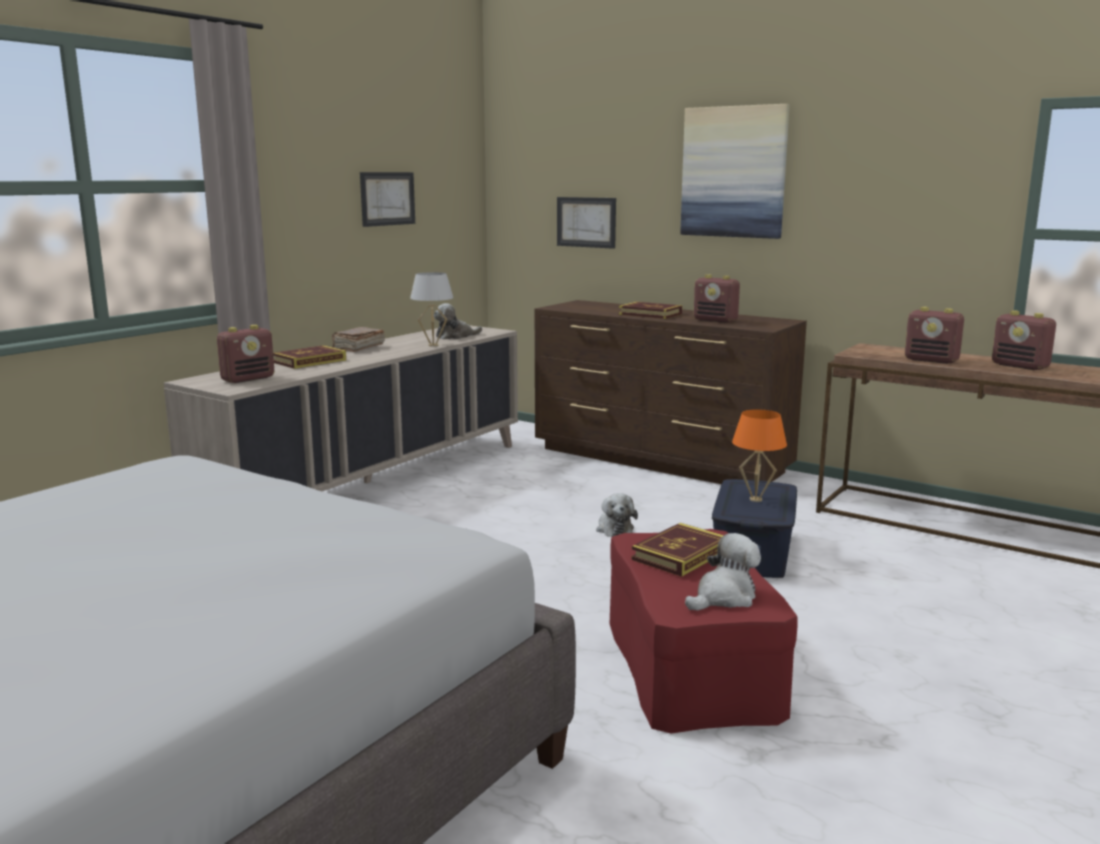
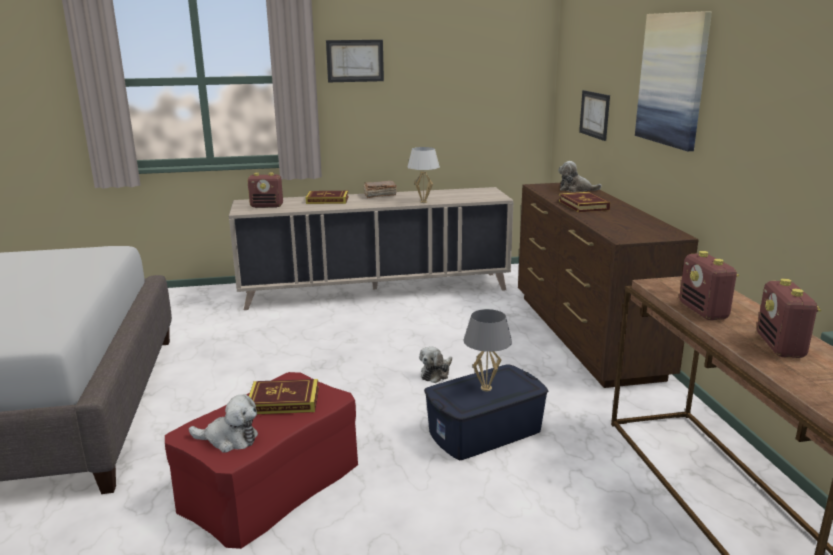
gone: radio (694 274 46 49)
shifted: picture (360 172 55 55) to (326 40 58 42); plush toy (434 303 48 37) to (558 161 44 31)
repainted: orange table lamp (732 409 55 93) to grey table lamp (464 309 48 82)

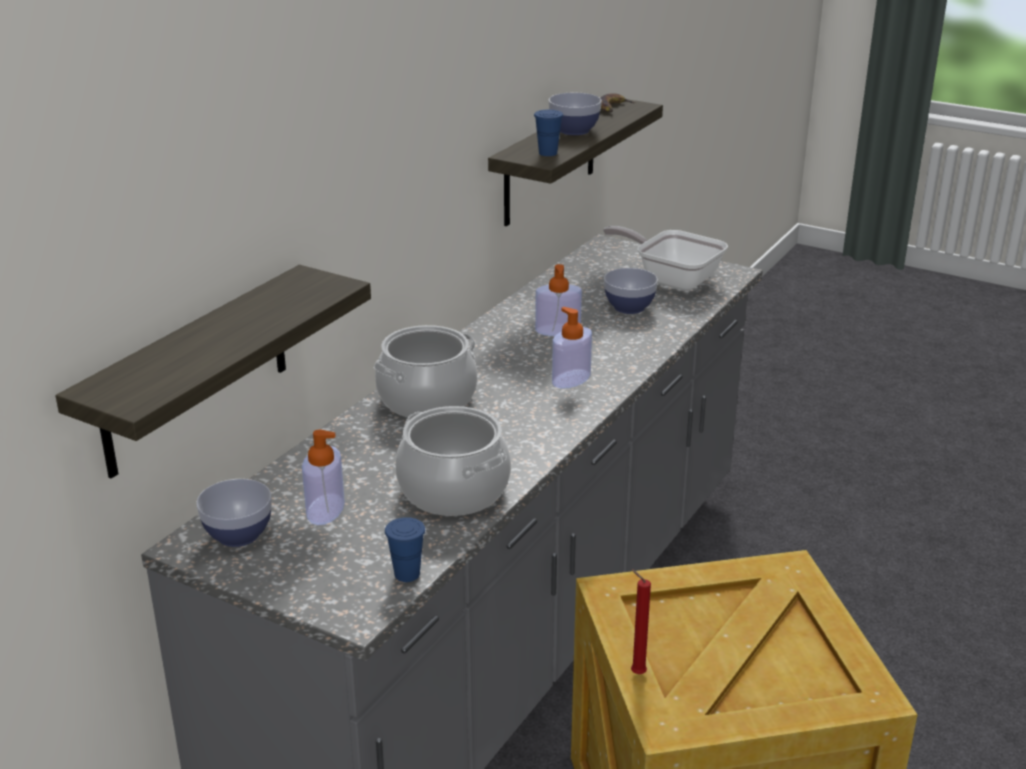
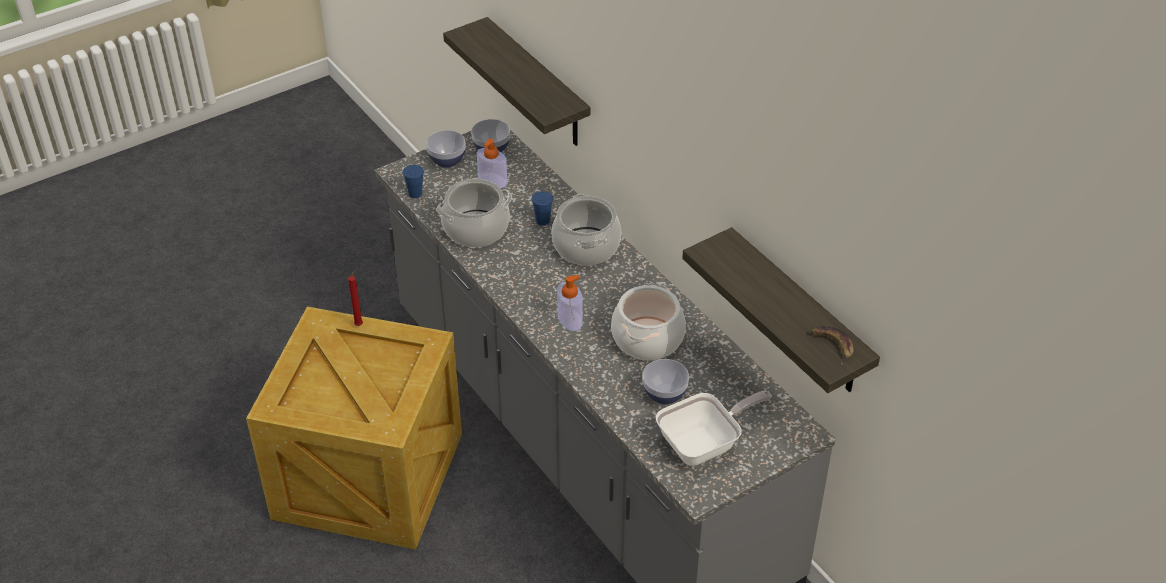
shifted: blue cup (534 110 29 46) to (532 191 21 35); bowl (549 93 53 42) to (426 130 39 38)
swapped: soap dispenser (535 264 47 72) to cooking pot (611 285 75 75)

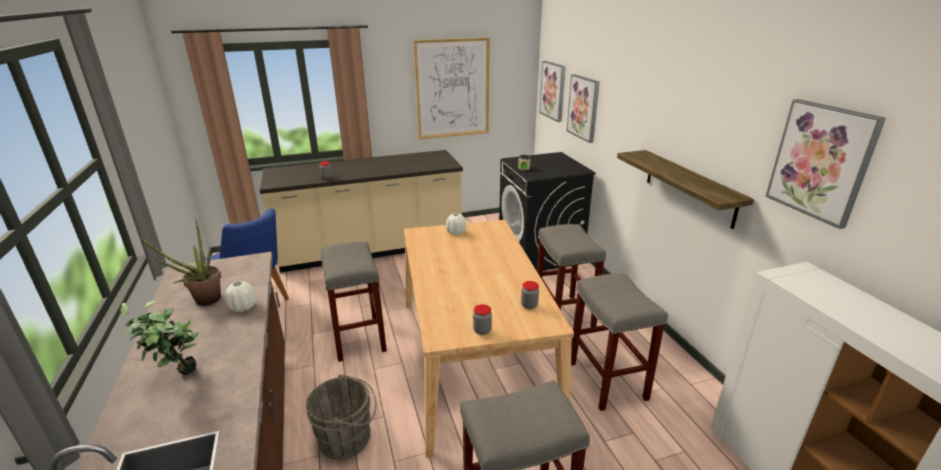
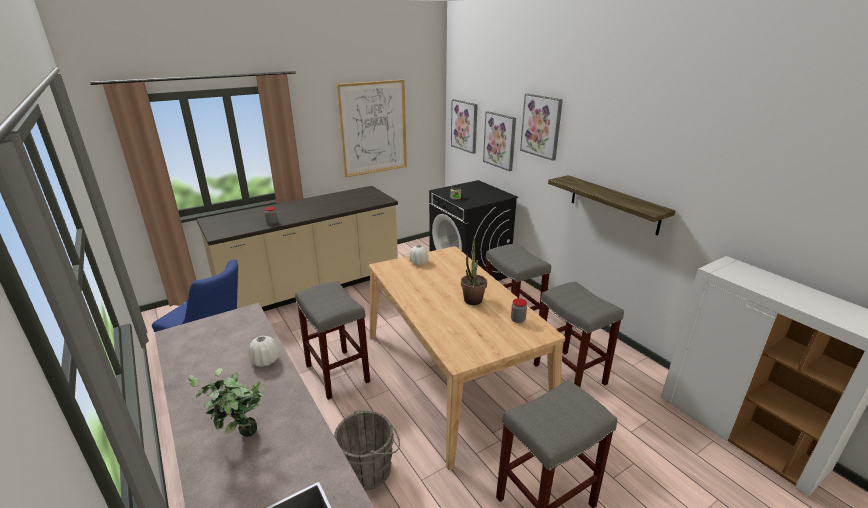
gone: jar (473 304 19 31)
shifted: potted plant (139 218 82 88) to (461 237 26 68); picture (766 99 120 130) to (520 94 43 67)

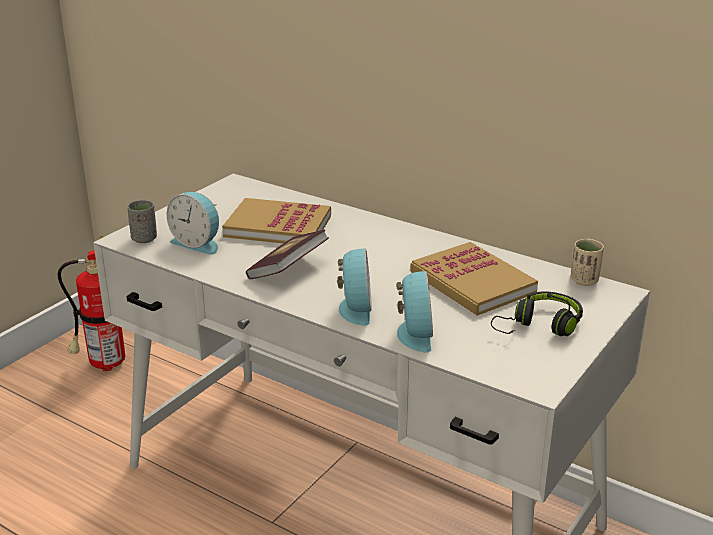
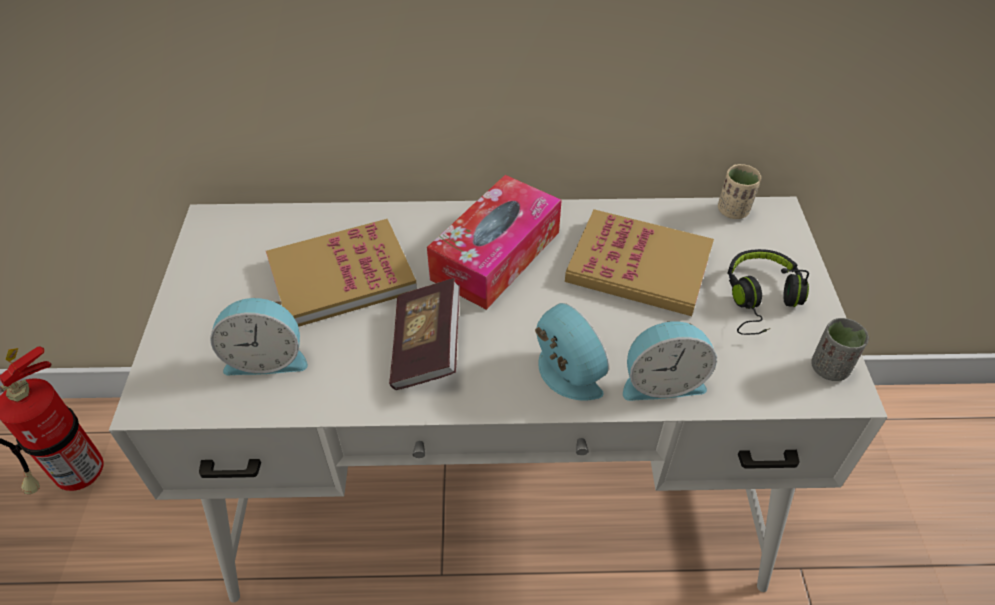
new: tissue box (427 175 135 135)
shifted: grey cup (127 200 30 43) to (811 318 58 63)
rotated: alarm clock (396 271 37 81) = (623 321 94 80) 120 degrees clockwise

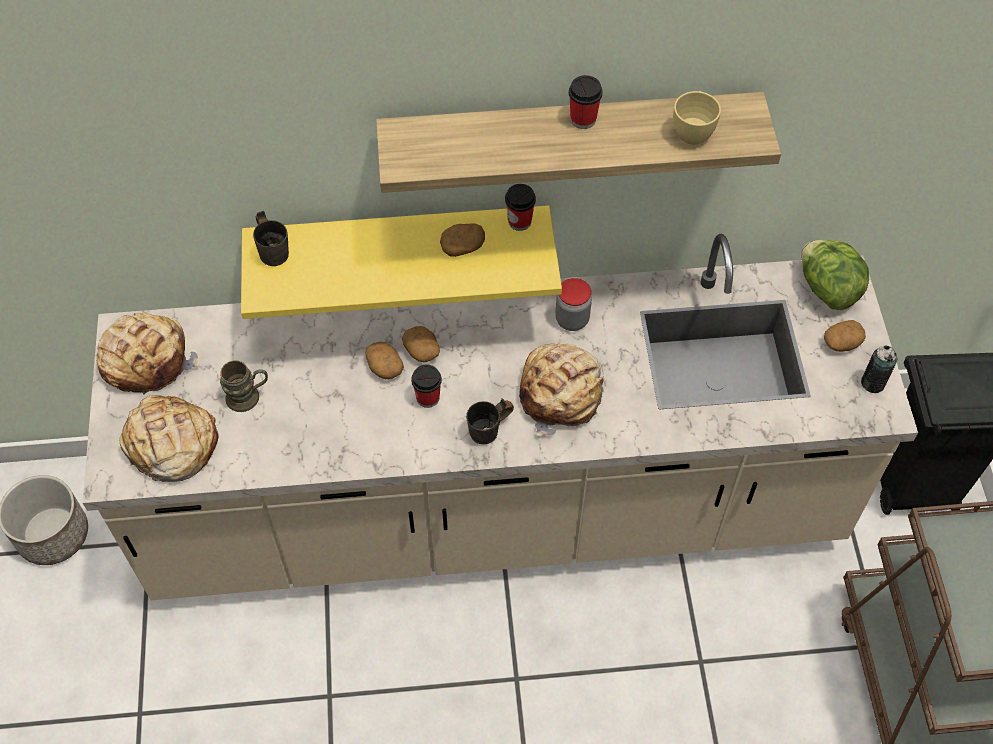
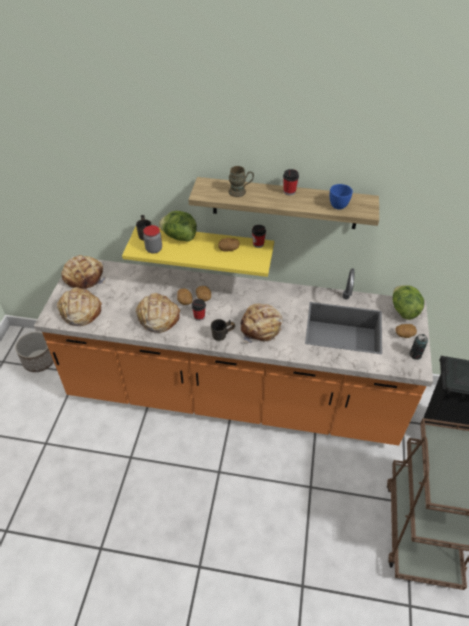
new: bread (136 293 44 40); lettuce (159 211 38 31)
shifted: brown mug (220 360 48 52) to (228 166 26 31); jar (555 278 37 53) to (143 225 19 29)
repainted: beige counter (83 234 835 366) to orange counter (34 257 399 189); yellow cup (673 91 48 54) to blue cup (330 184 23 26)

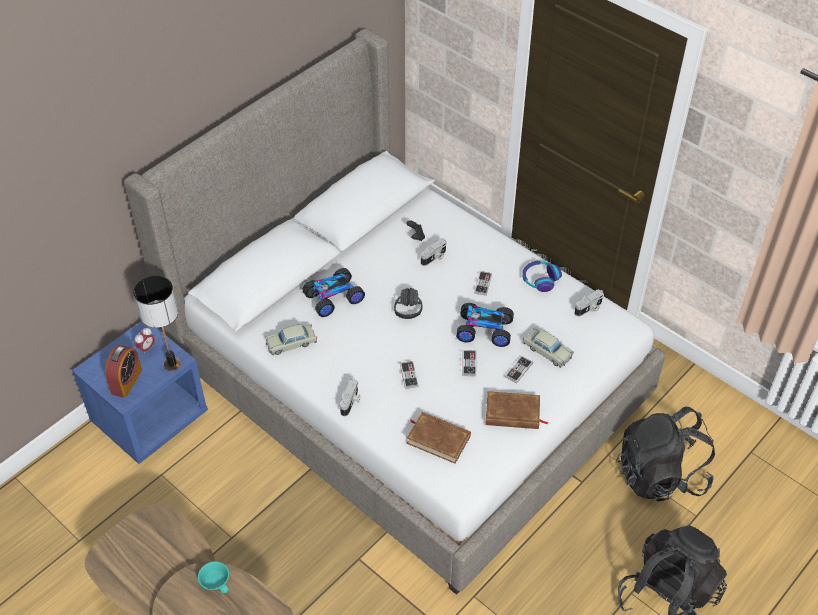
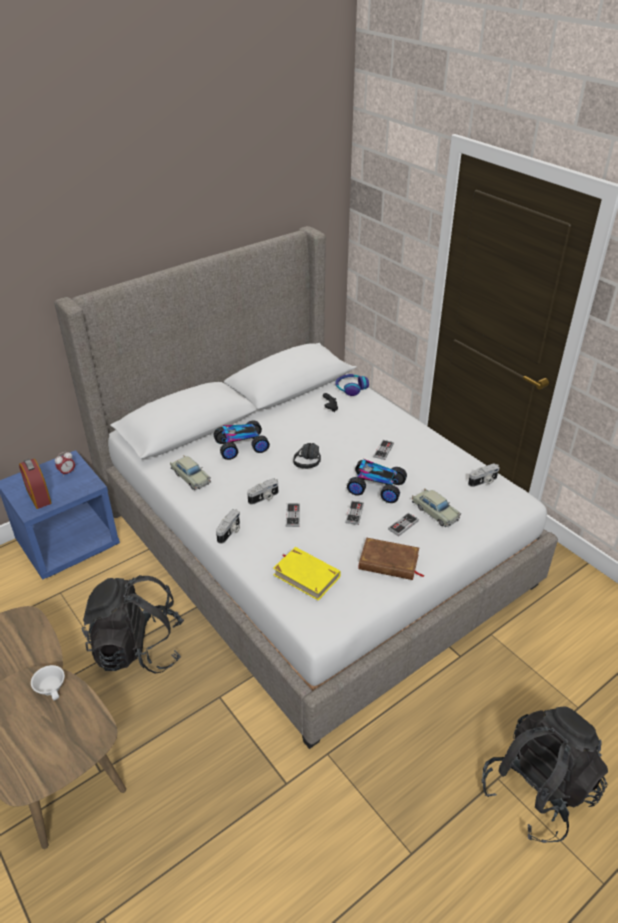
gone: table lamp (133 275 47 96)
shifted: photo camera (421 238 26 28) to (247 478 31 27); headphones (522 261 40 31) to (336 374 33 22); black backpack (616 407 99 94) to (82 575 102 98)
repainted: turquoise cup (198 561 31 33) to white cup (31 665 34 36); brown book (407 412 64 52) to yellow book (273 547 68 53)
rotated: alarm clock (105 345 37 53) = (19 459 33 50) 120 degrees clockwise; beige toy car (265 324 52 31) = (170 456 41 34) 120 degrees counterclockwise

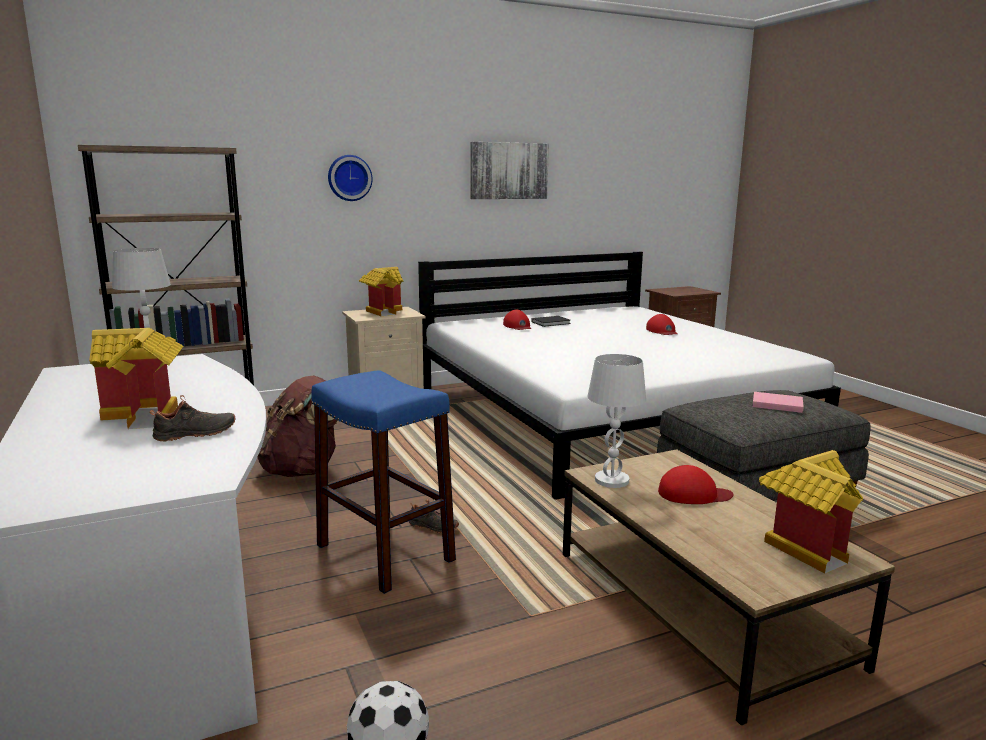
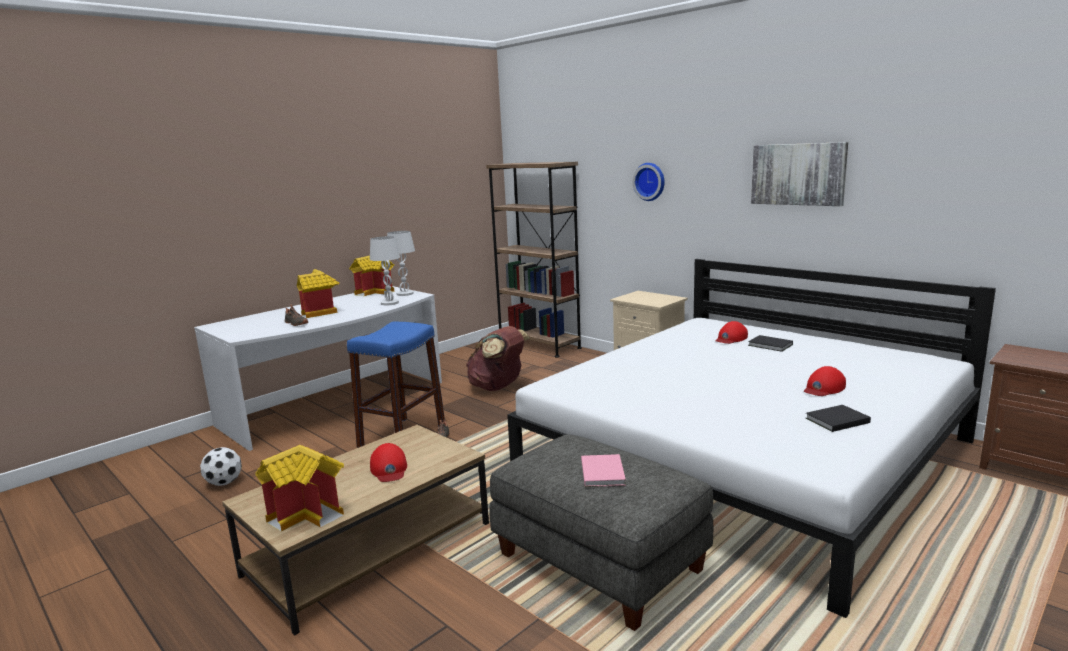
new: black book (806 405 65 27)
shifted: toy house (359 267 44 49) to (349 256 45 40); white table lamp (587 354 59 134) to (370 236 30 69)

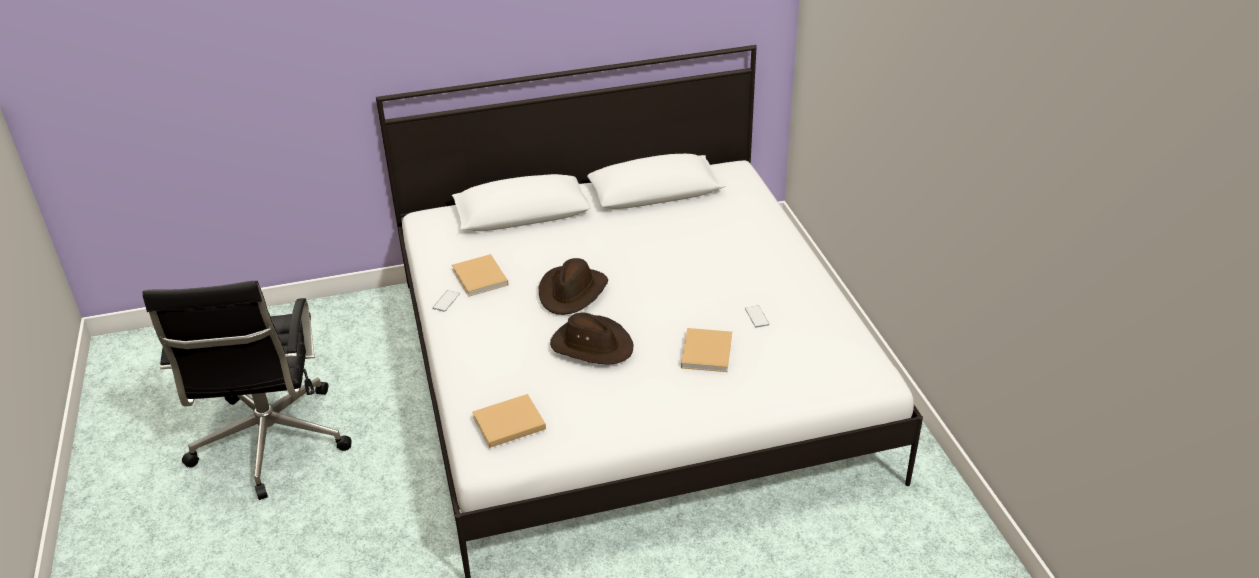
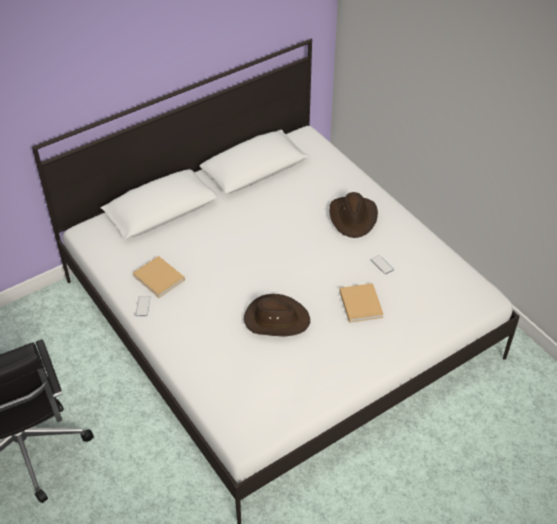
gone: beige book (472 394 74 54)
shifted: brown hat (539 258 69 57) to (329 192 49 46)

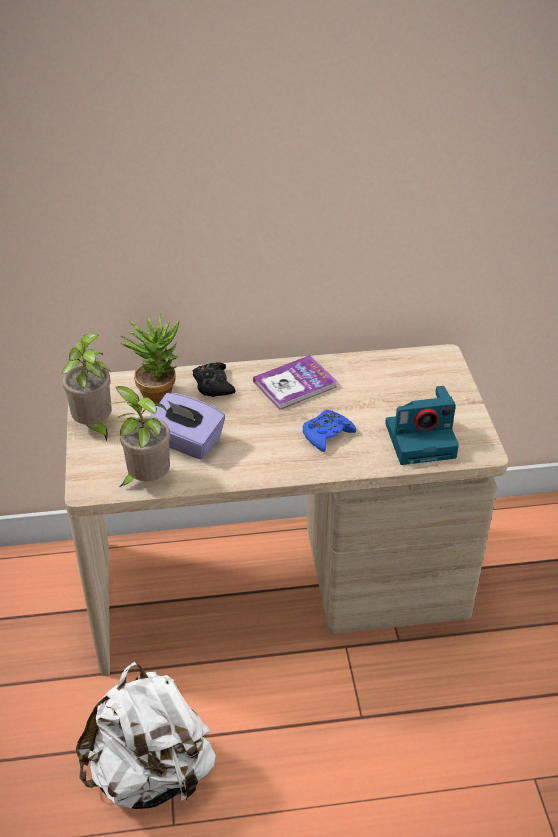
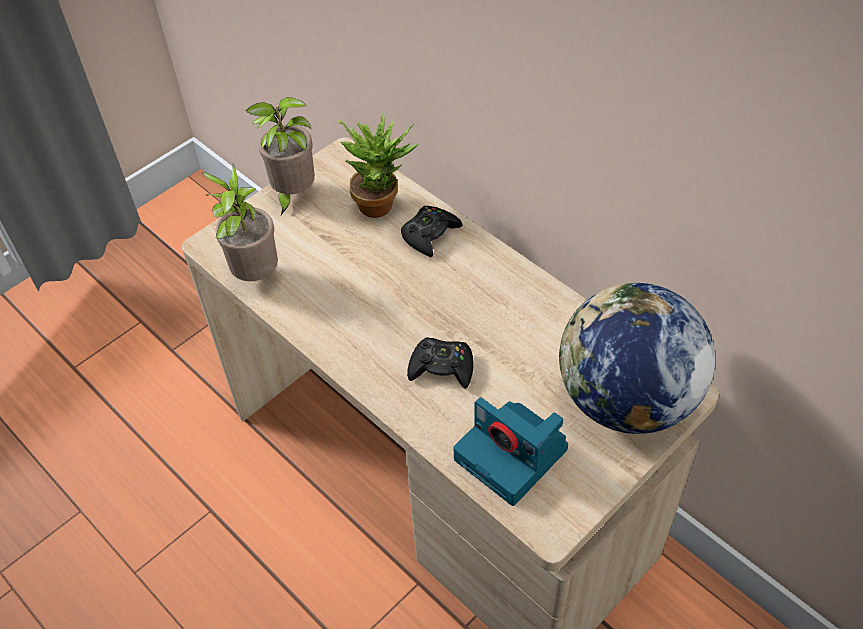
gone: white backpack (76 661 140 148); purple tissue box (150 393 75 66); book (253 355 84 55)
new: globe (559 283 156 151)
repainted: blue game controller (303 410 53 42) to black game controller (407 337 67 52)

